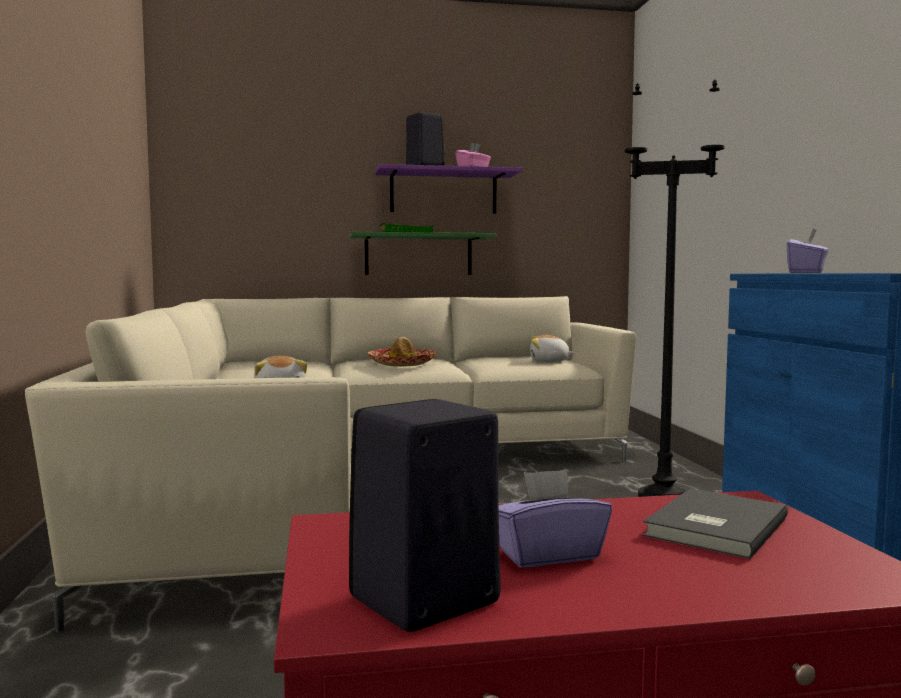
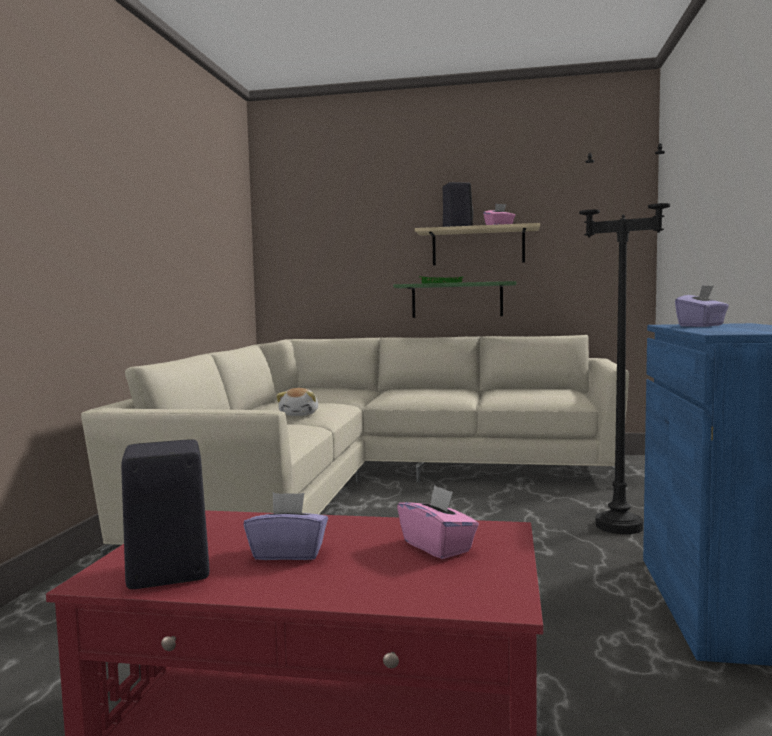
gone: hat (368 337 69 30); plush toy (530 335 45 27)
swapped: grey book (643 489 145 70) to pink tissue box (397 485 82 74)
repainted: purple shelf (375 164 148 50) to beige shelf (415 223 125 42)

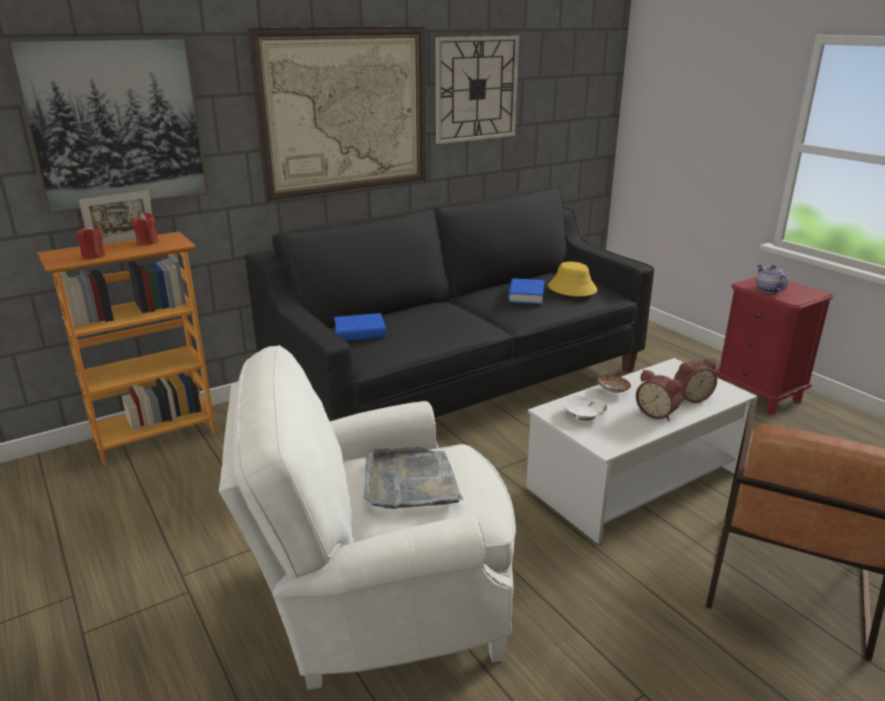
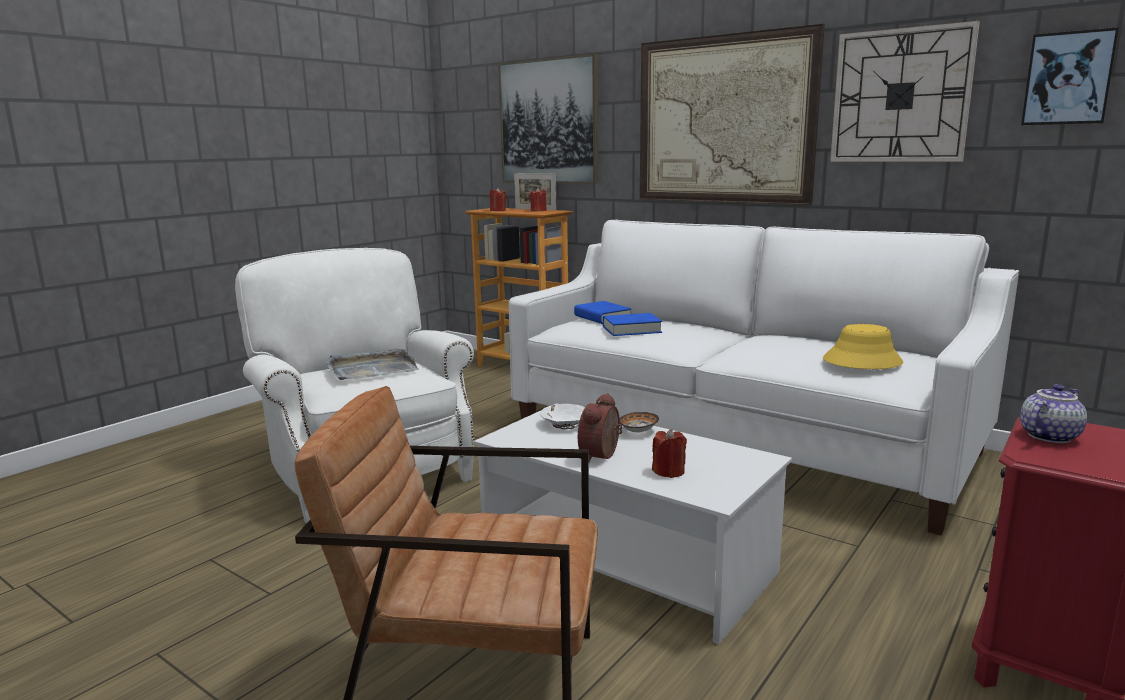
new: picture (1021 27 98 98)
shifted: blue book (508 278 36 26) to (603 313 59 23)
swapped: alarm clock (674 358 43 45) to red candle (652 429 35 49)
repainted: black sofa (245 187 409 234) to white sofa (509 220 510 315)

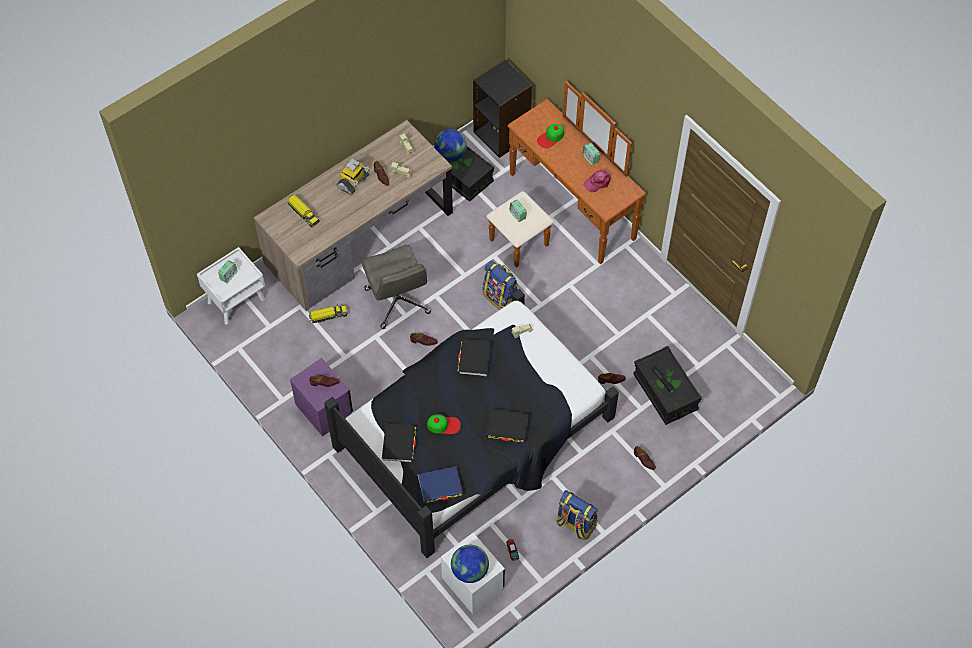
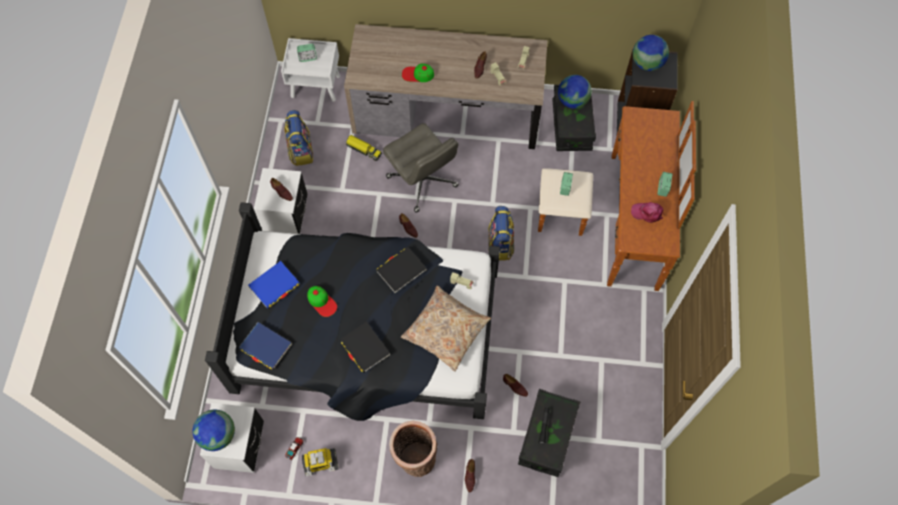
gone: toy truck (288 195 32 32)
new: basket (389 421 48 56); beige pillow (401 285 90 87); globe (633 35 36 36)
shifted: toy robot (337 159 33 36) to (302 448 37 28); cap (537 124 27 24) to (402 64 32 18); backpack (557 490 41 50) to (284 110 29 56)
repainted: purple nightstand (290 358 63 79) to white nightstand (254 168 53 66); black book (382 423 34 39) to blue book (248 261 52 47)
rotated: grey office chair (362 245 69 84) = (383 123 76 90) 60 degrees counterclockwise

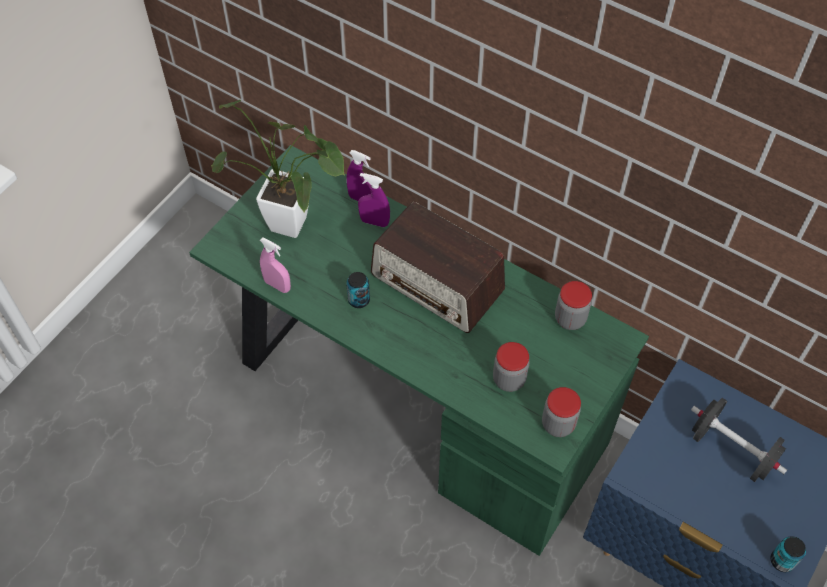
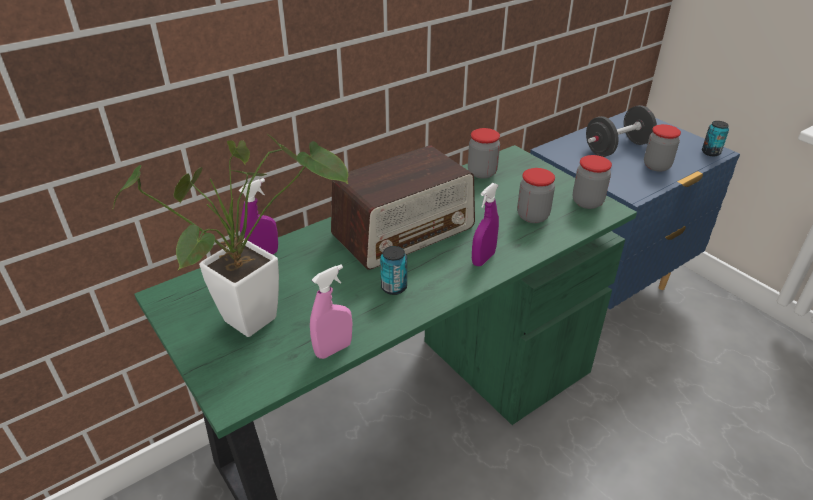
new: jar (644 124 37 48)
shifted: purple spray bottle (358 173 32 54) to (472 183 27 83)

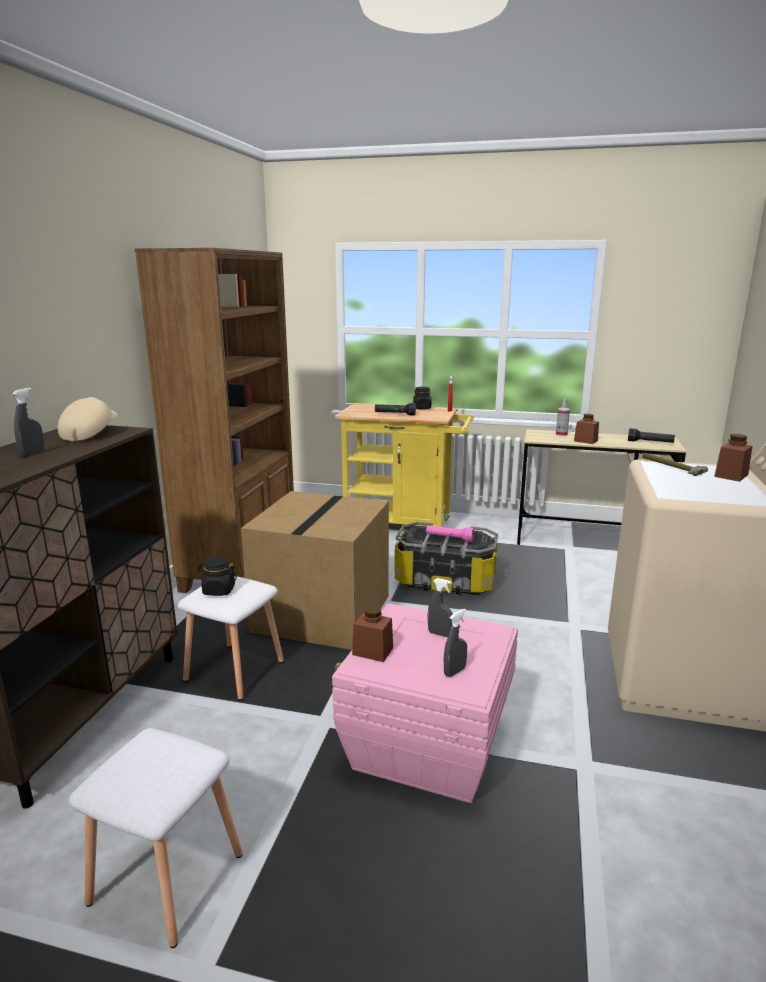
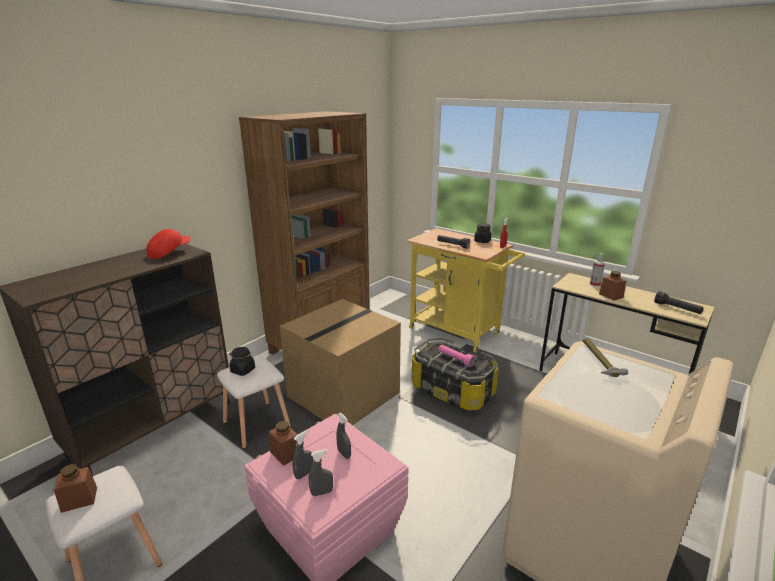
shifted: grey spray bottle (12 388 32 69) to (292 430 21 49); brown jar (714 434 38 48) to (54 464 43 49)
repainted: beige cap (58 397 59 44) to red cap (146 228 45 31)

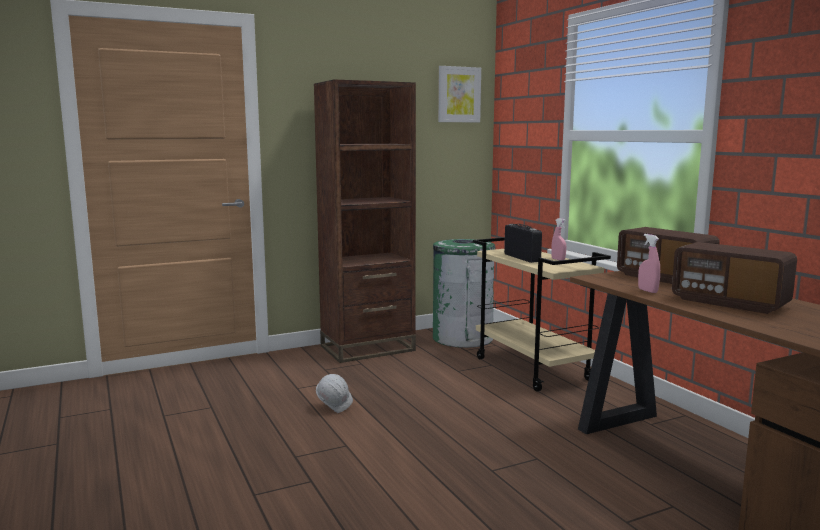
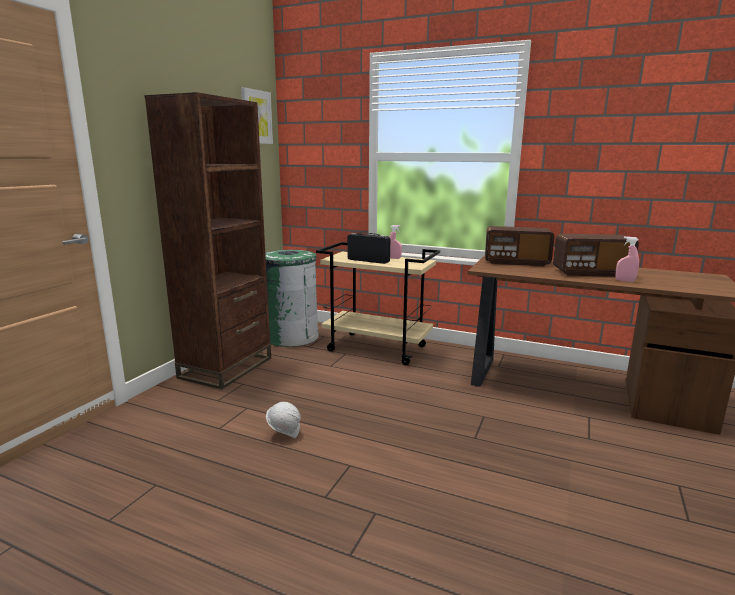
shifted: pink spray bottle (638 234 22 59) to (616 236 23 46)

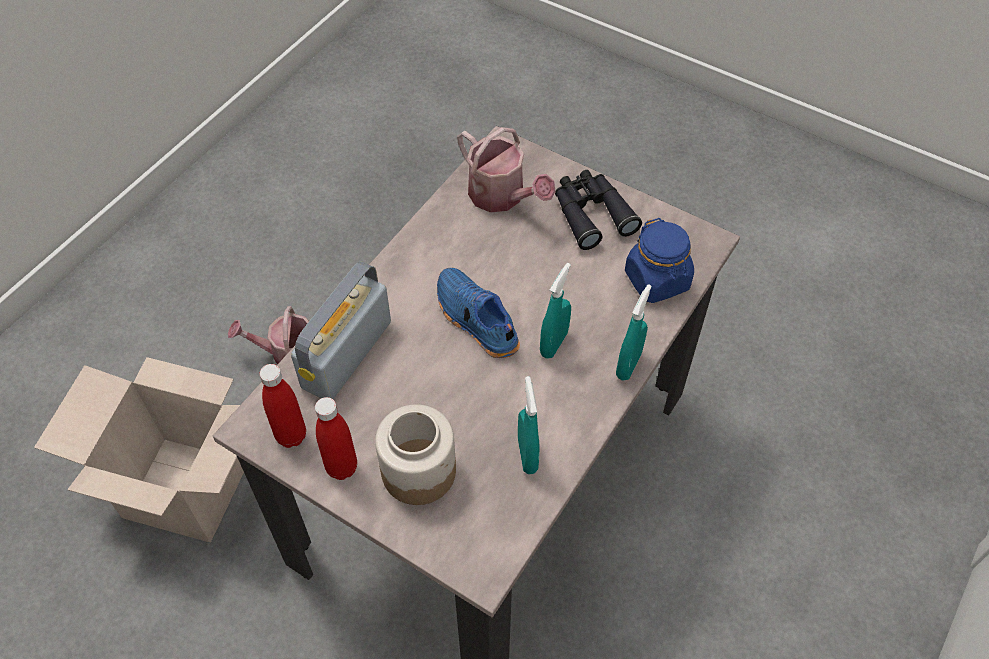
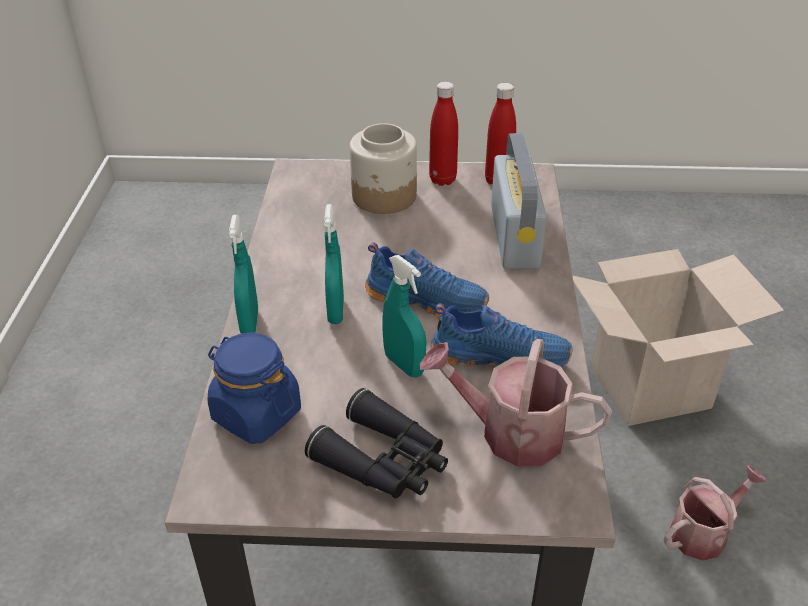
new: blue shoe (430 303 143 65)
shifted: turquoise spray bottle (518 376 22 98) to (382 255 44 122)

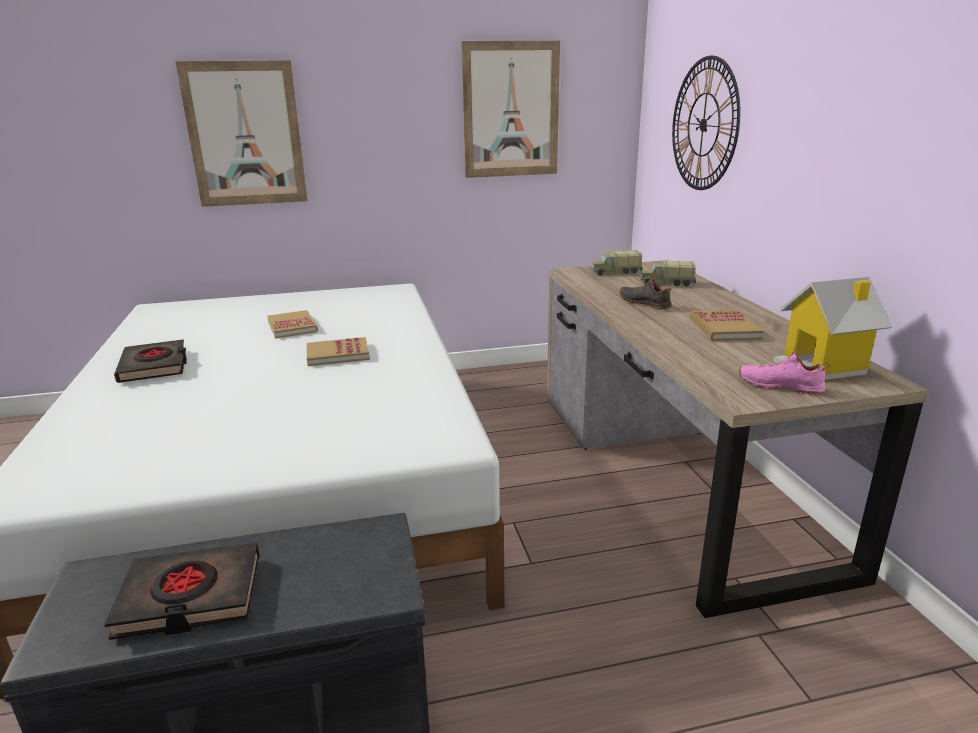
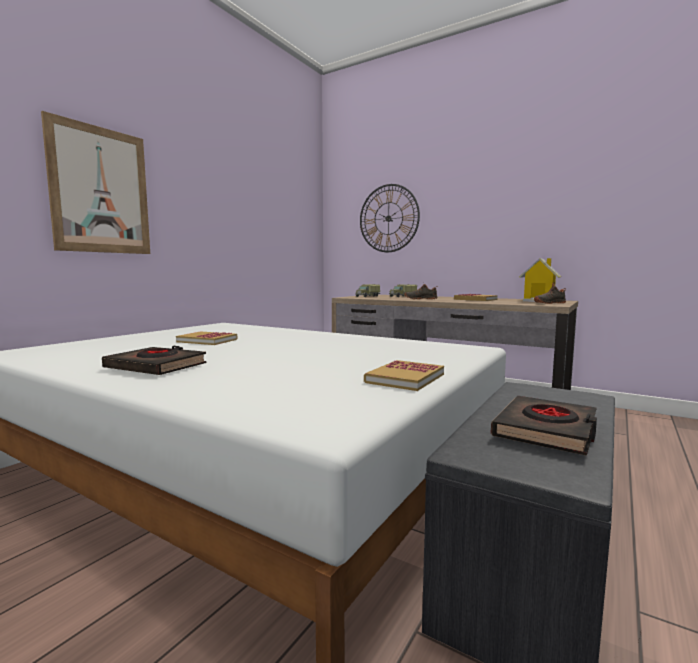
gone: picture (461 41 99 137)
shifted: book (307 337 63 29) to (364 360 80 31)
repainted: pink shoe (739 346 91 49) to black shoe (534 282 32 22)

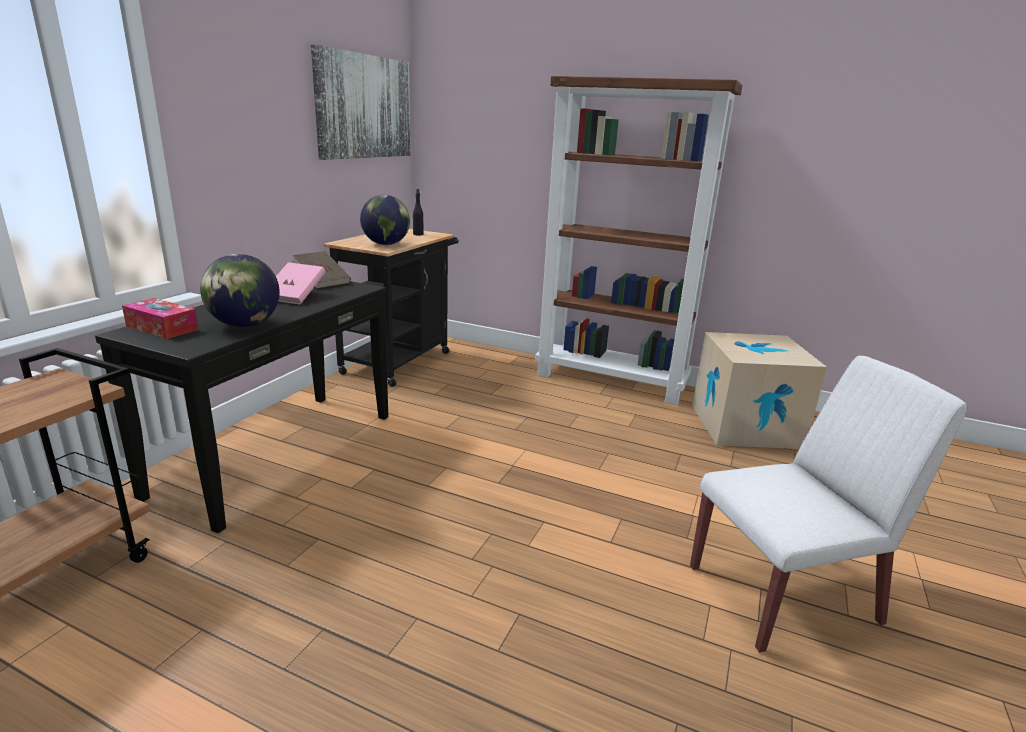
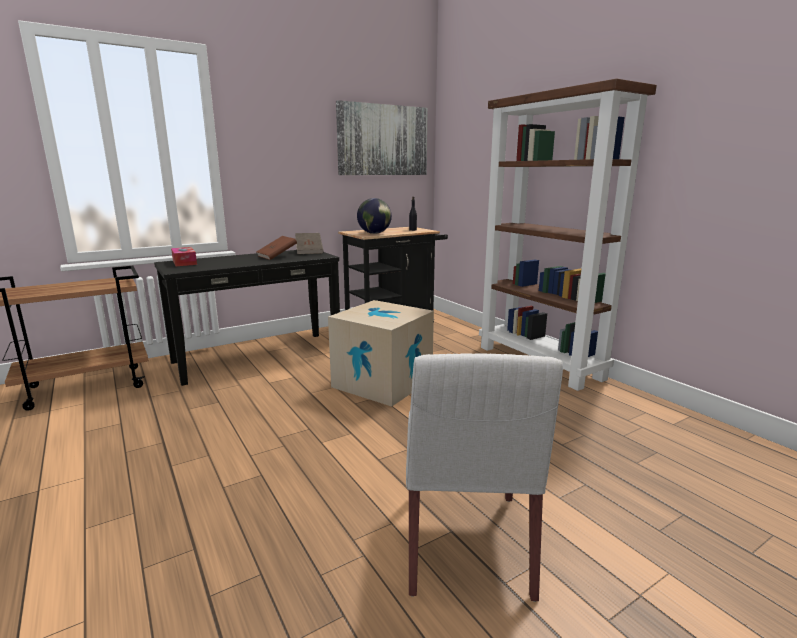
gone: globe (200 254 80 73)
shifted: cardboard box (692 332 135 117) to (328 300 106 106)
repainted: pink book (276 262 49 43) to brown book (256 236 41 24)
rotated: white chair (690 355 278 298) = (406 353 157 249) 75 degrees clockwise

